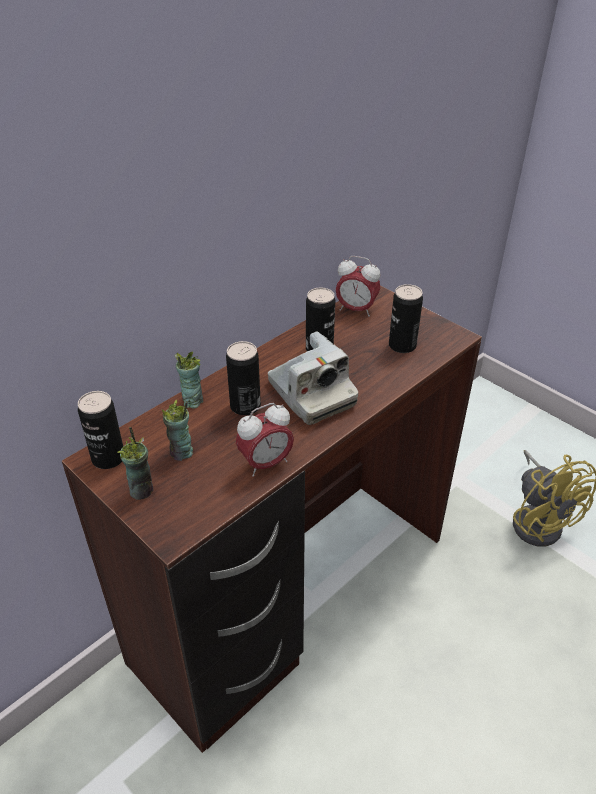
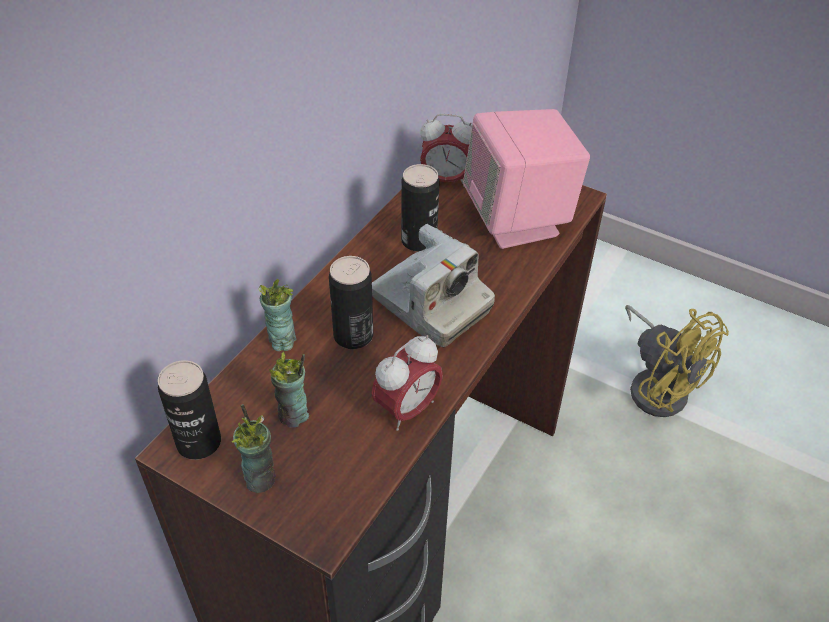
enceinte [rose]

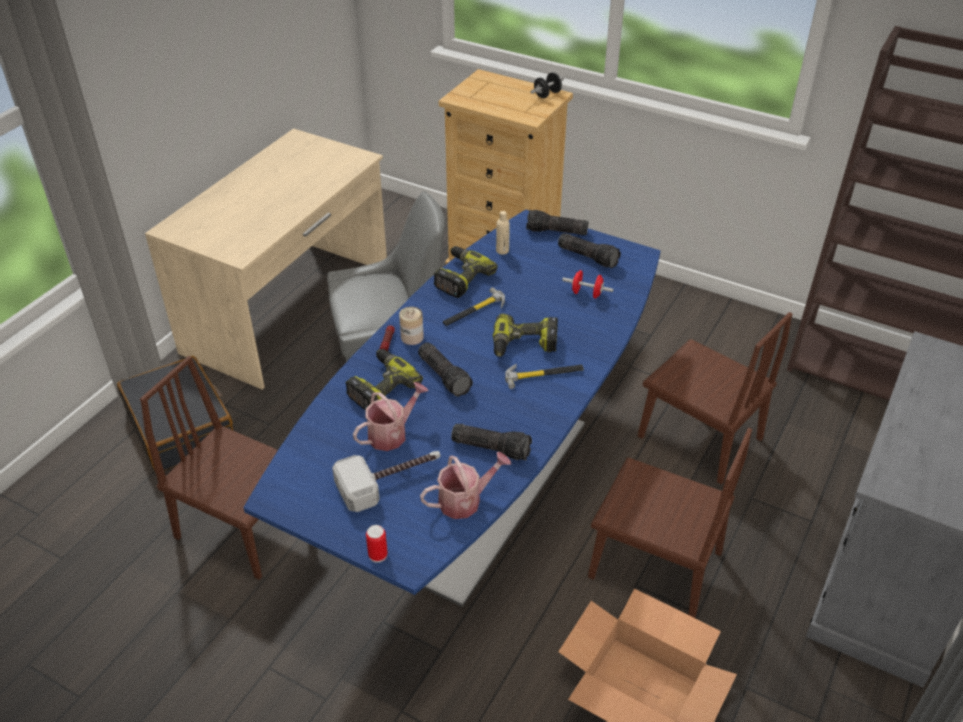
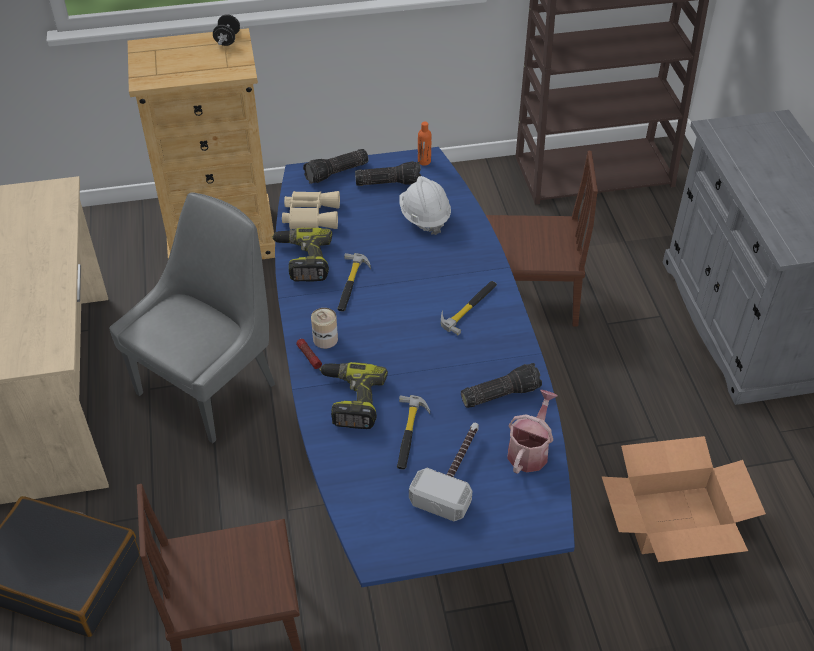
jumelles [beige]
marteau (2nd from left)
casque de chantier [blanc]
bouteille [orange]
boîte métallique (1st from left in the first image)
lampe de poche (2nd from left in the first image)
perceuse (3rd from left in the first image)
chaise [marron] (2nd from left in the first image)

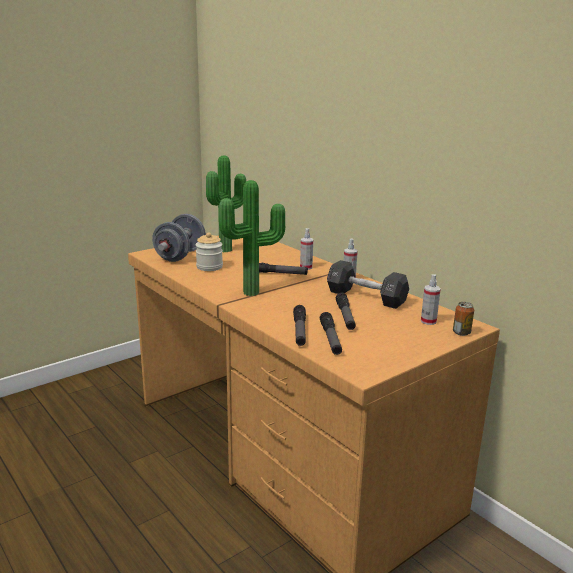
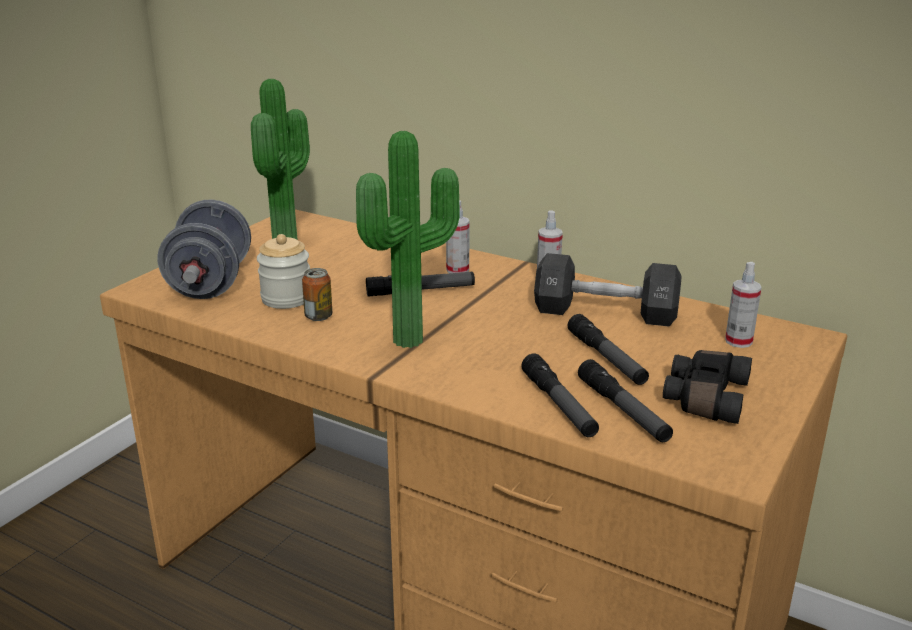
boîte métallique
jumelles [noir]

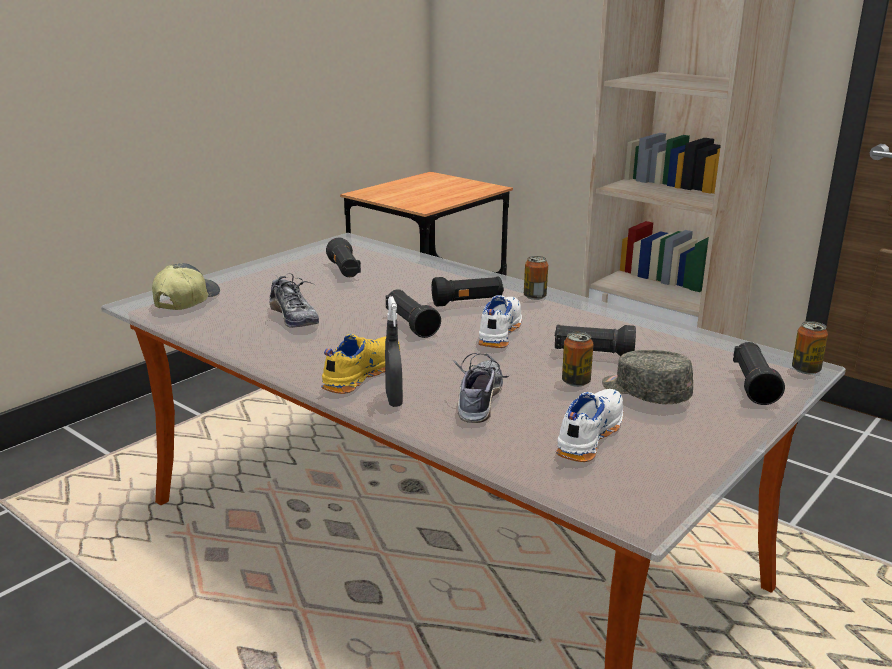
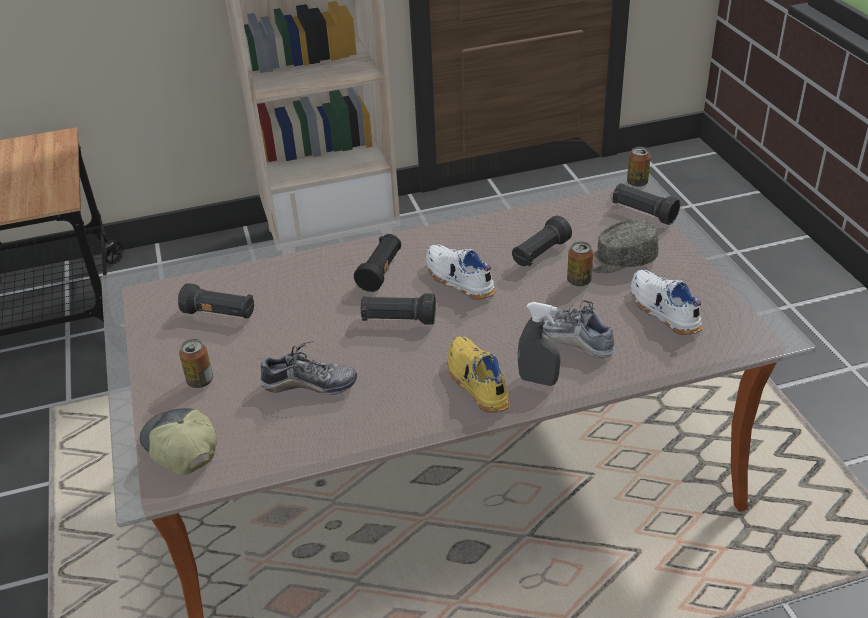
boîte métallique (1st from left)

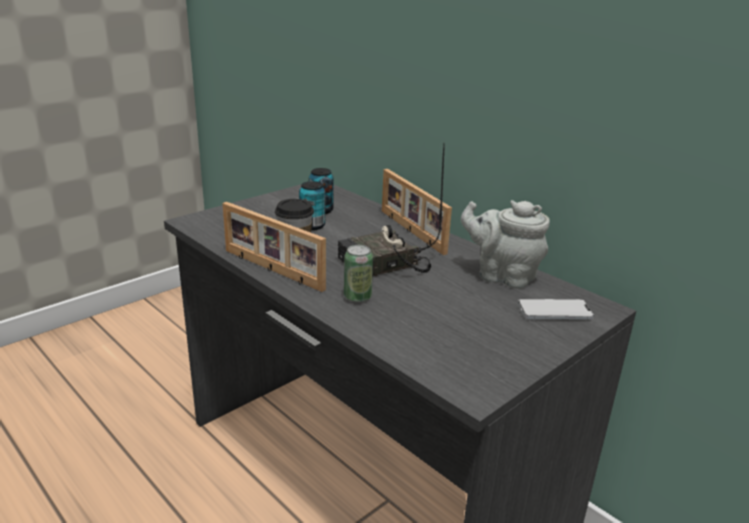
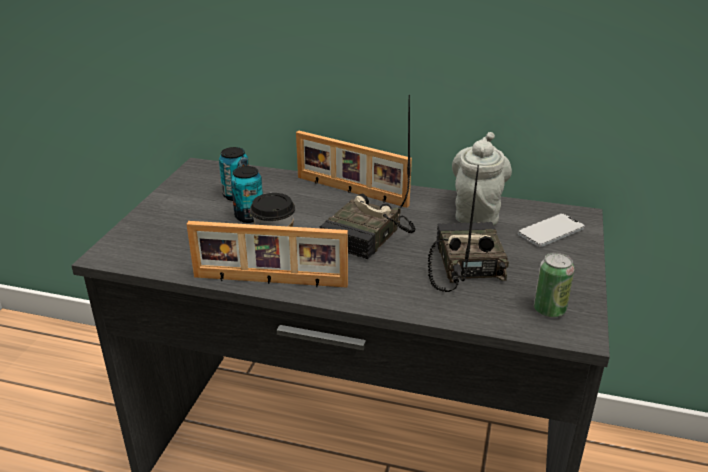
radio (2nd from left)
théière [gris]
boîte métallique (3rd from left)

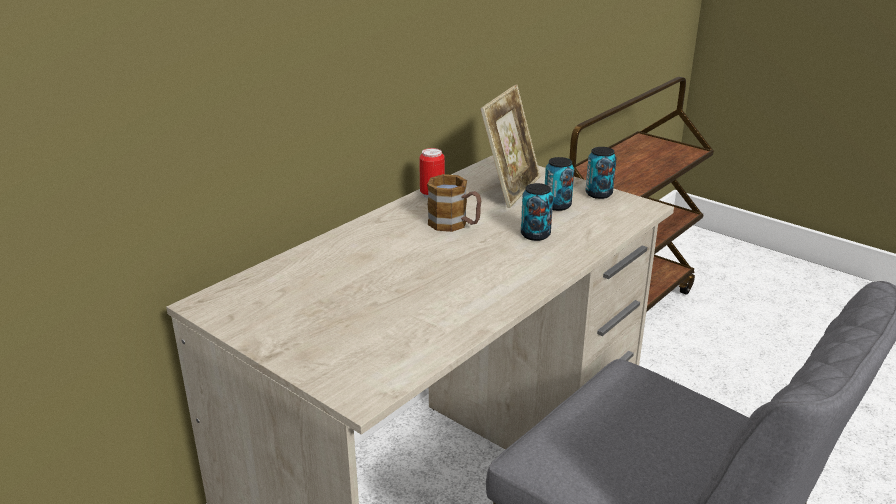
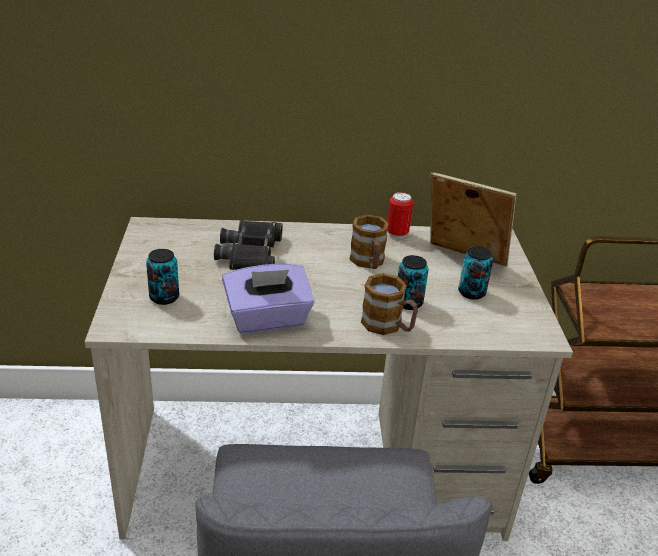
boîte métallique (1st from left)
jumelles [noir]
boîte à mouchoirs [violet]
mug (2nd from left)
cadre photo

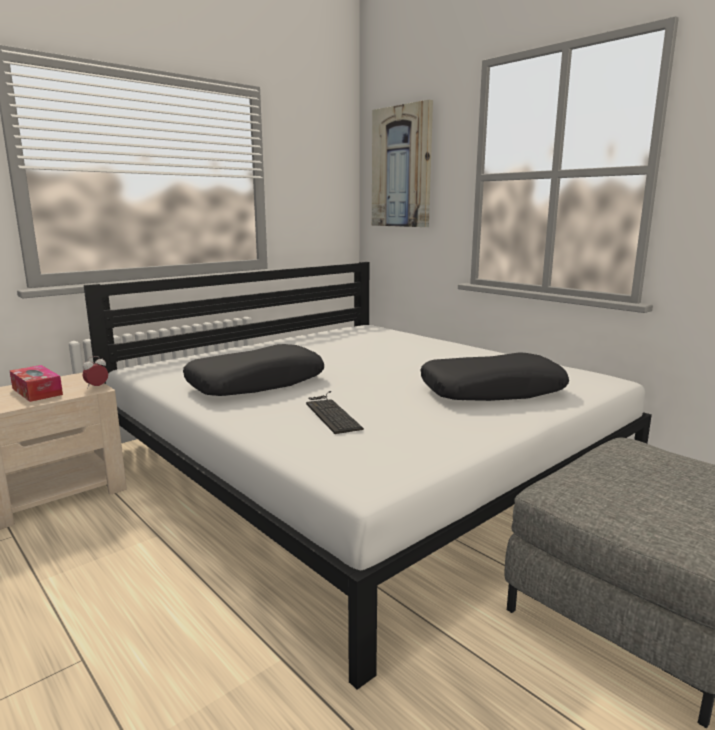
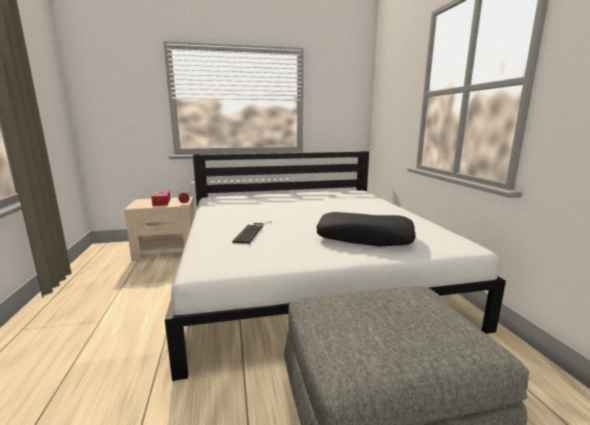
coussin [noir] (1st from left in the first image)
tableau

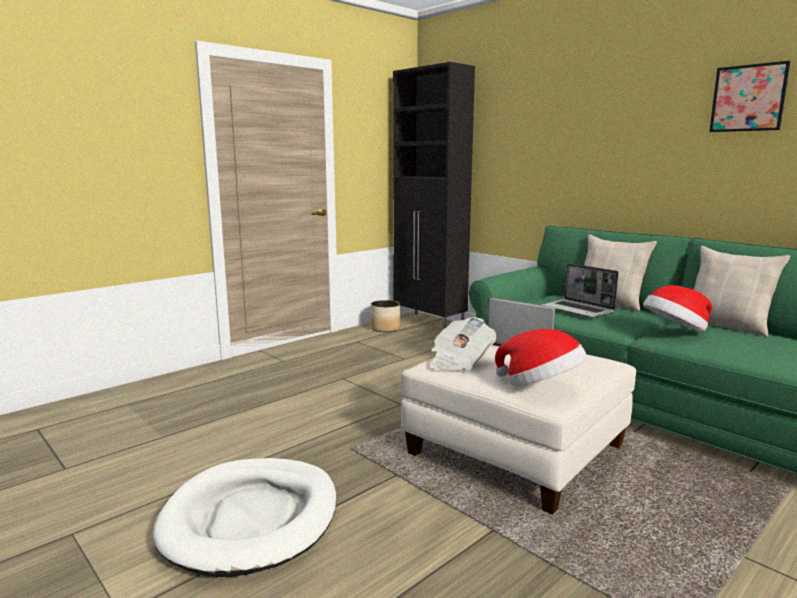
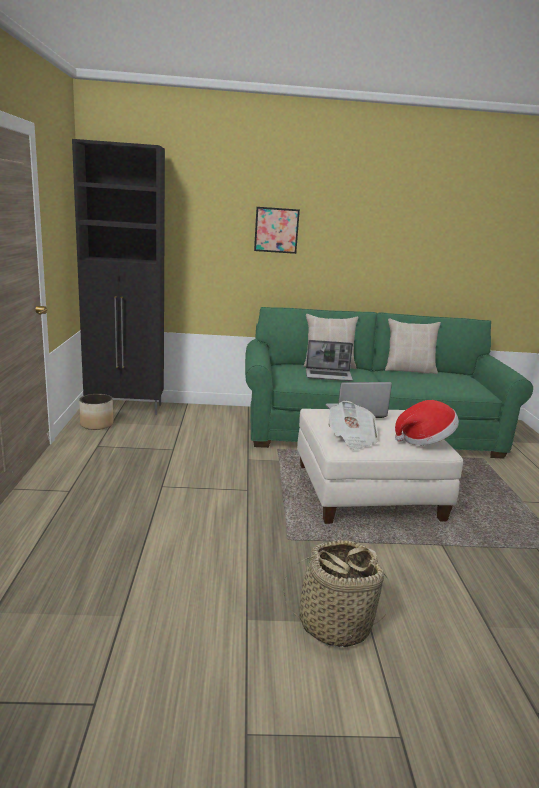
tableau
panier
chapeau (2nd from left in the first image)

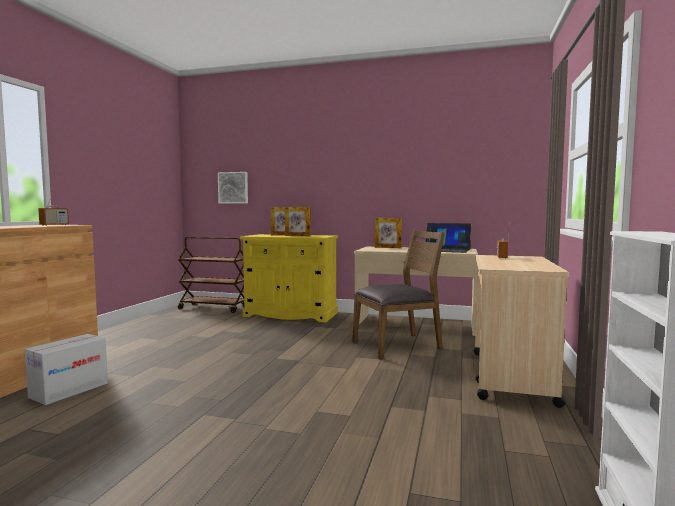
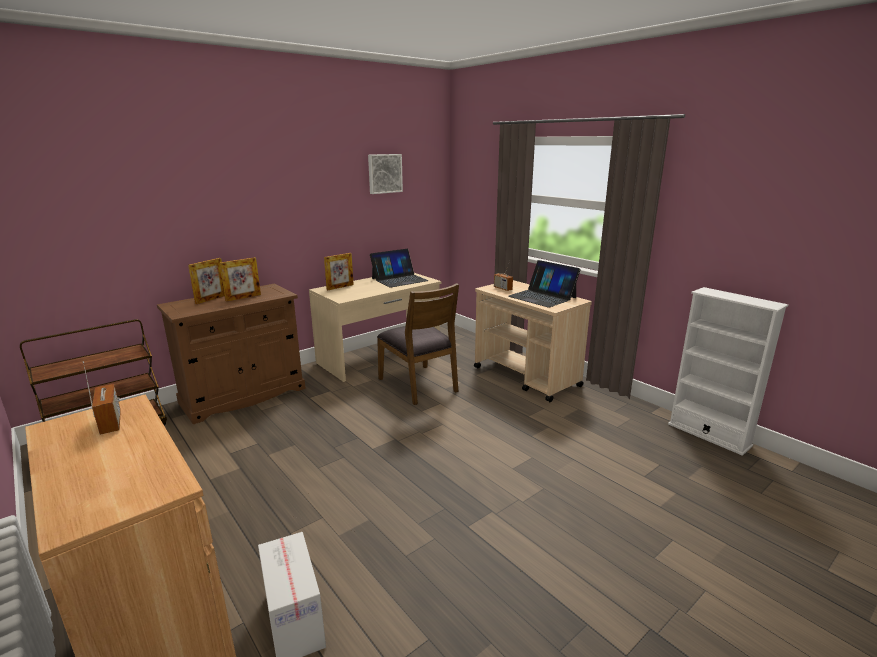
meuble de rangement [marron] (2nd from left)
tableau
chaise [marron]
ordinateur portable (2nd from left)

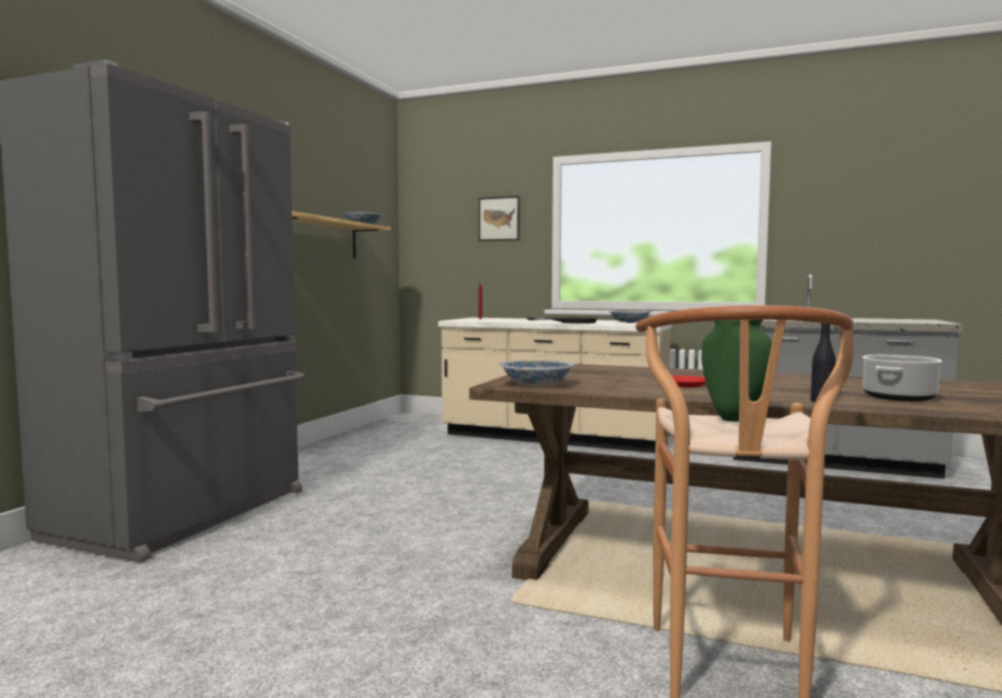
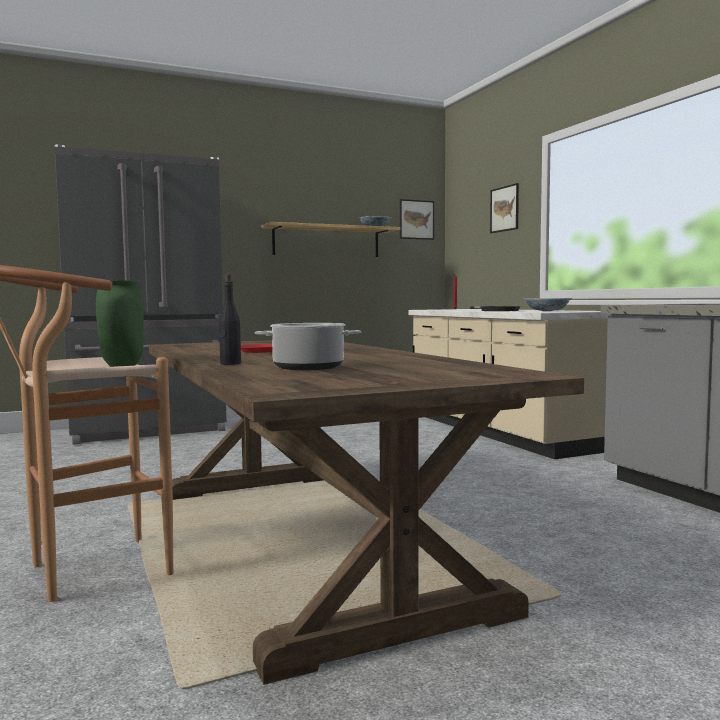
tableau (1st from left)
bol (2nd from left in the first image)

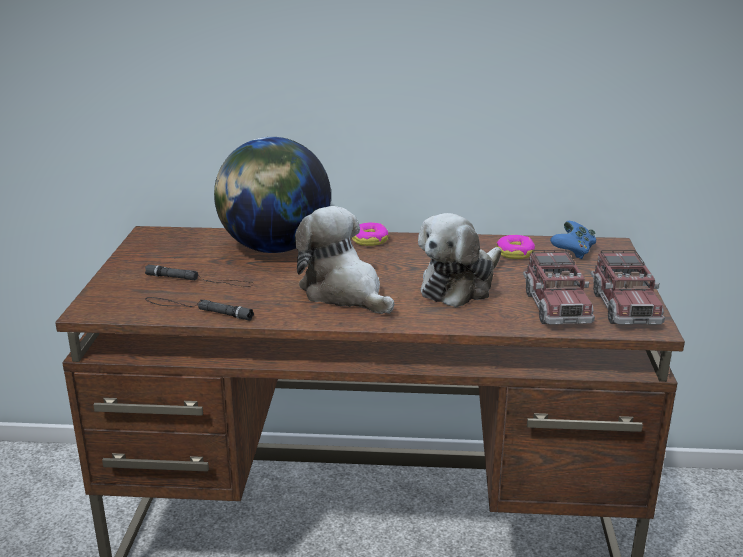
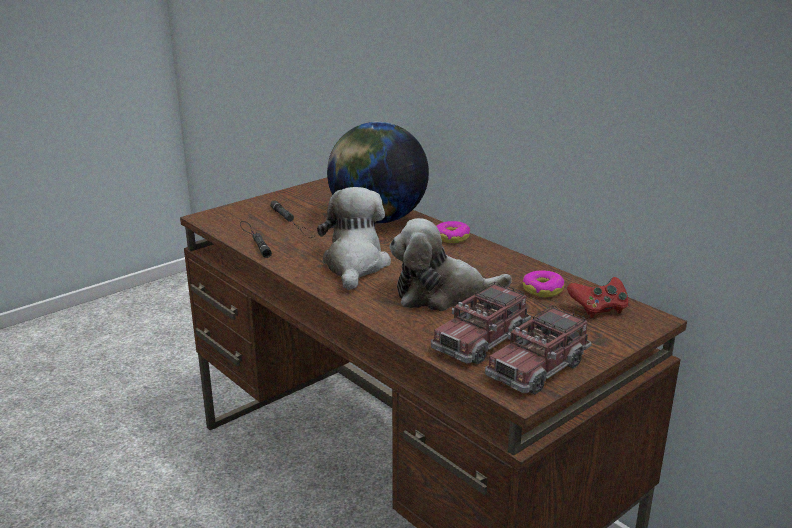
manette [rouge]

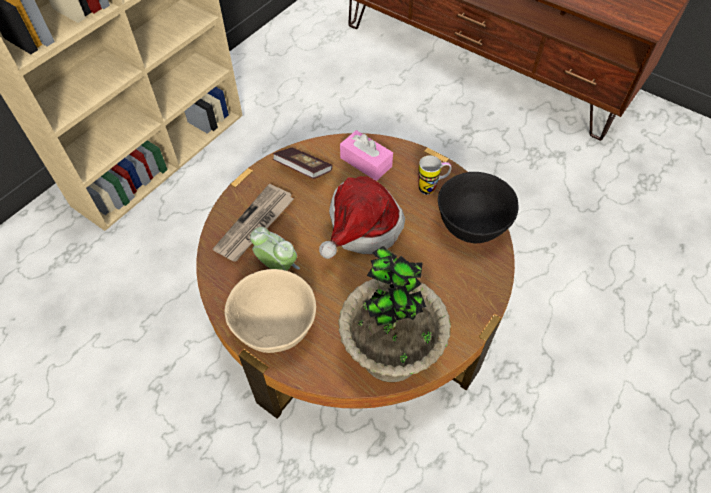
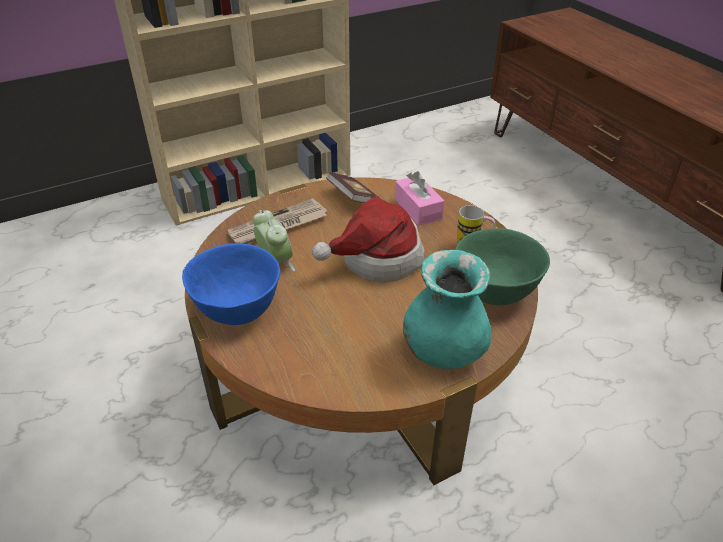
bol [bleu]
vase [turquoise]
bol [vert]
plante en pot

